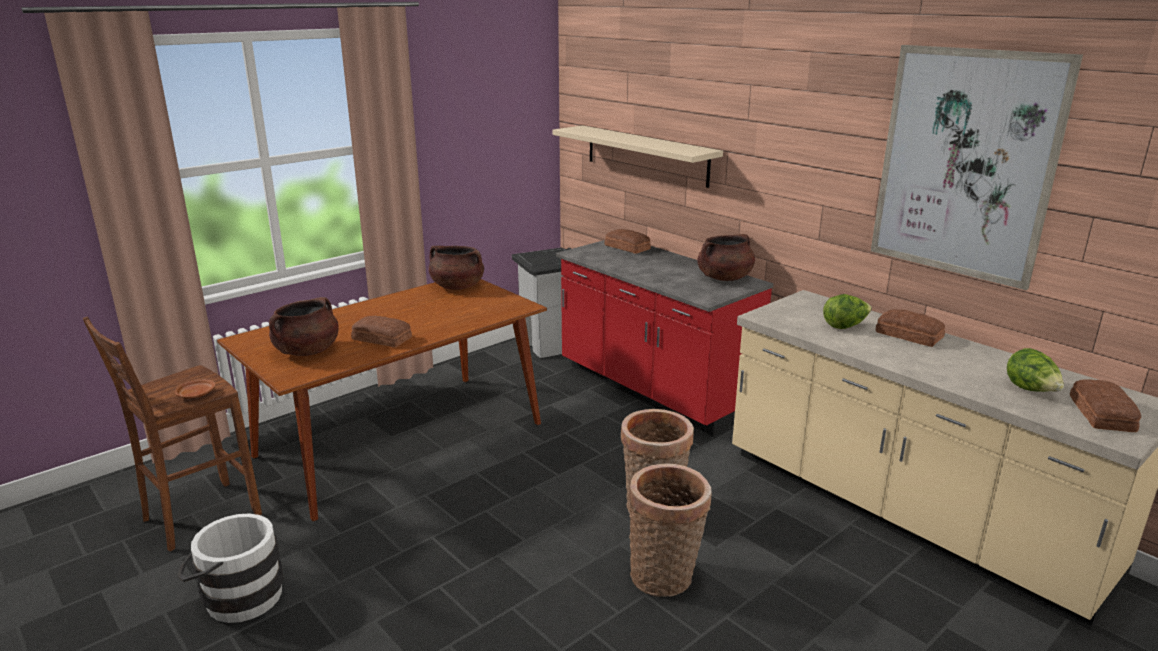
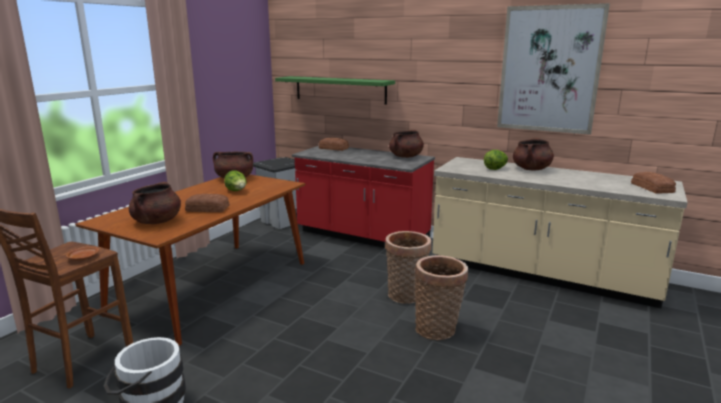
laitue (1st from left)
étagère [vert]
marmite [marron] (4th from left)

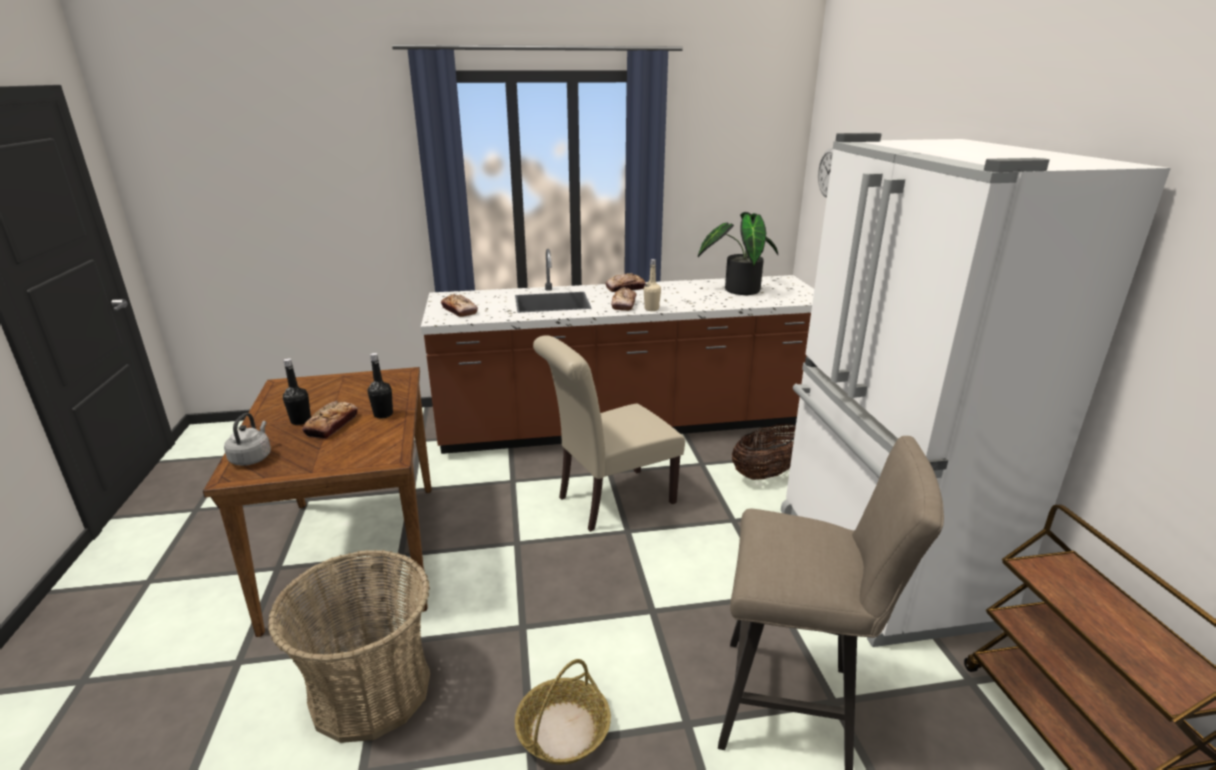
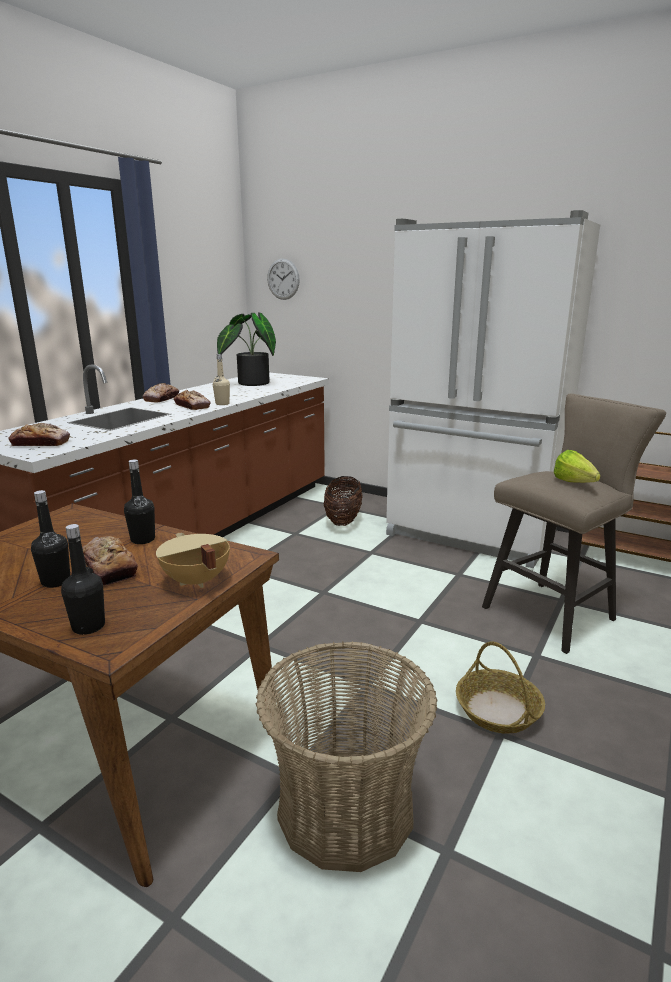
bouteille [noir] (2nd from left)
marmite [beige]
laitue
chaise [beige]

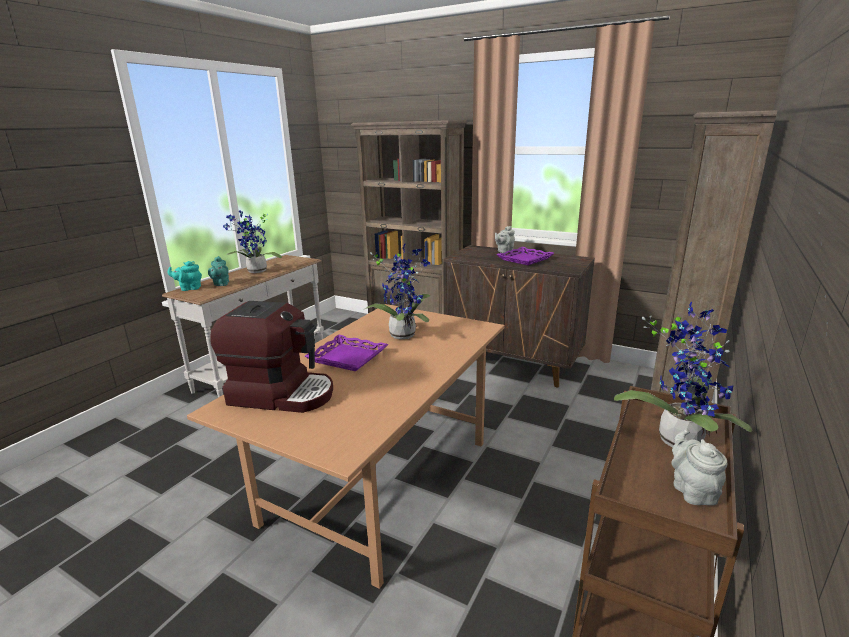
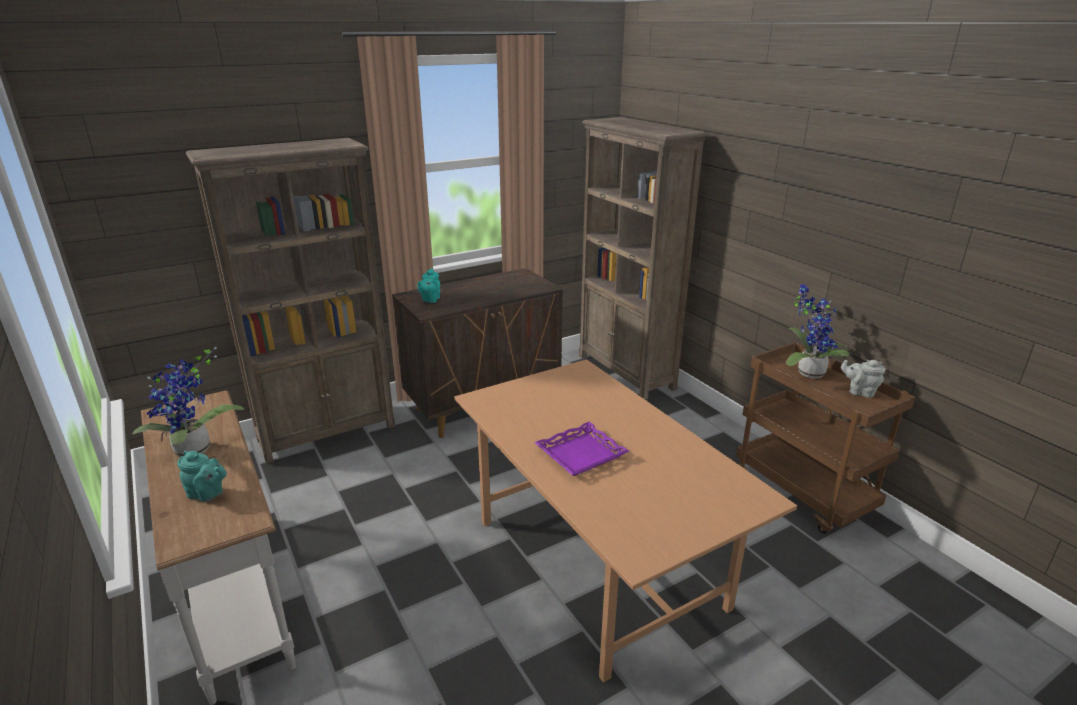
théière [turquoise] (2nd from left)
machine à café
plante en pot (2nd from left in the first image)
théière [gris] (1st from left in the first image)
plateau [violet] (2nd from left in the first image)

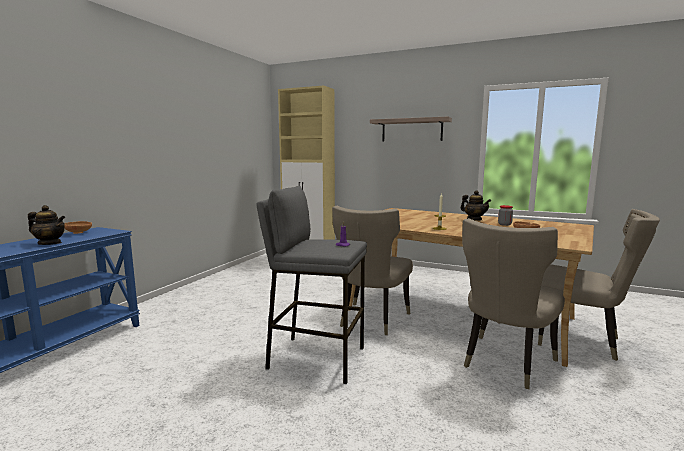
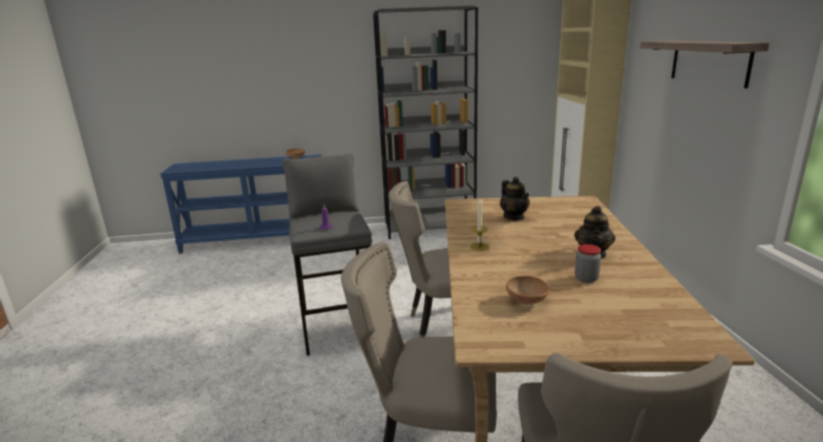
bibliothèque [gris]
théière (1st from left)

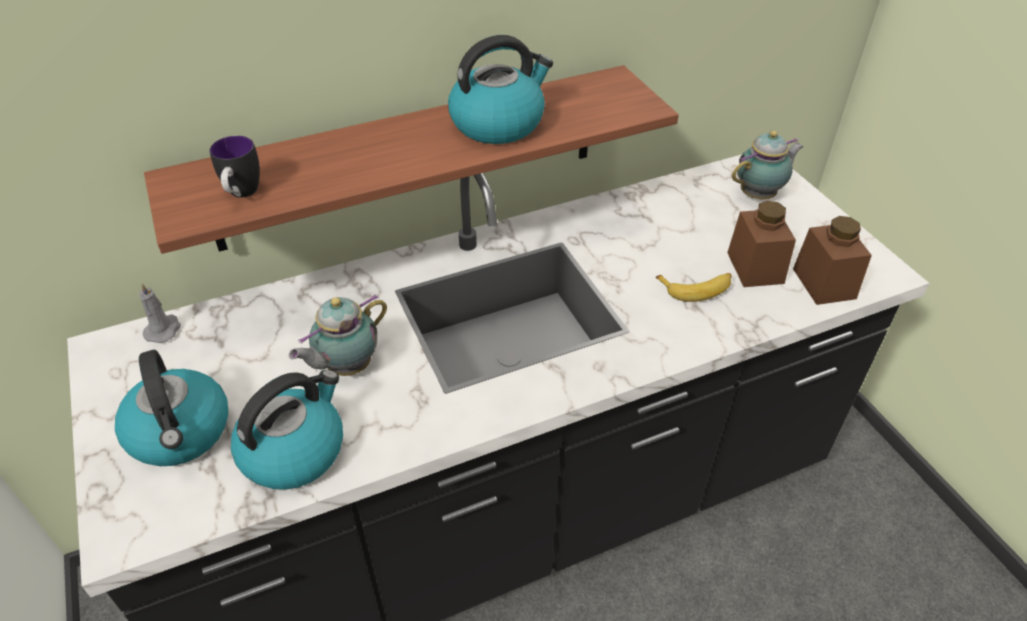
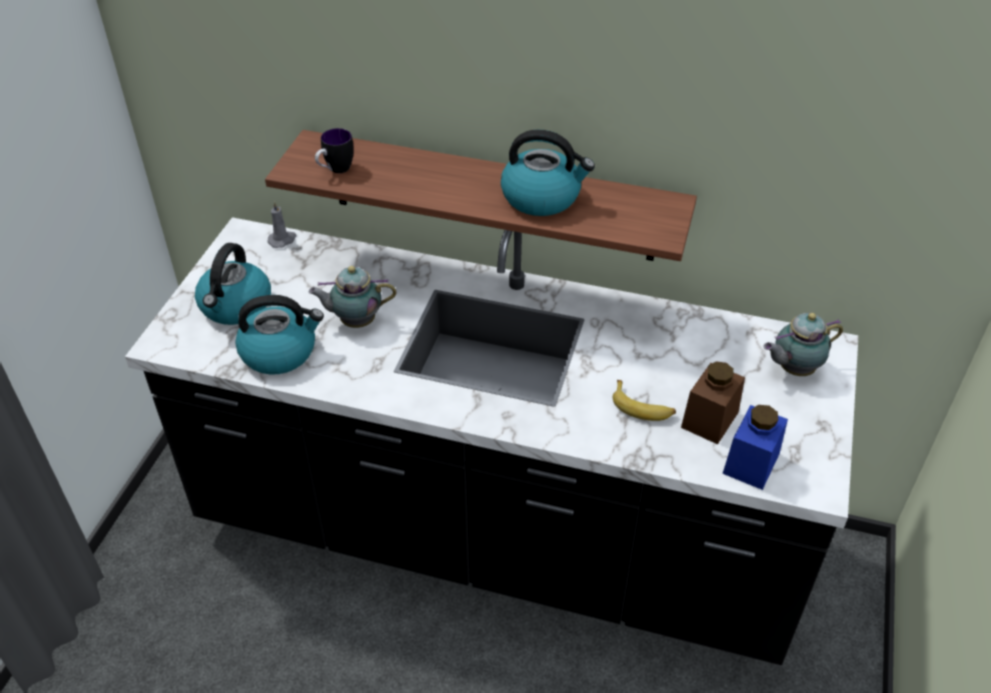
bocal [bleu]
théière (2nd from left)

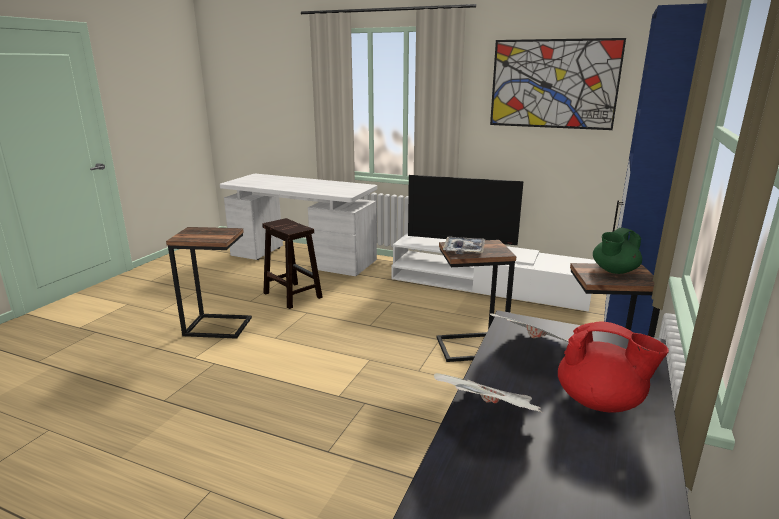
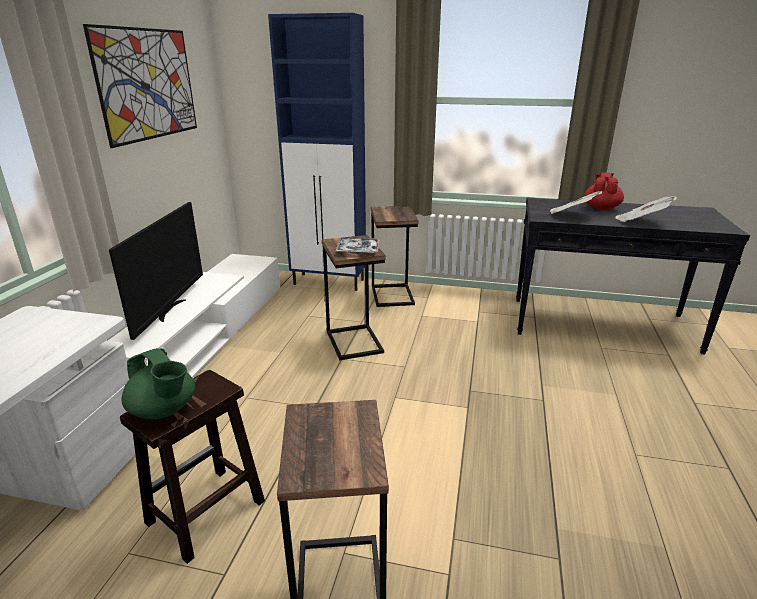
théière [vert]

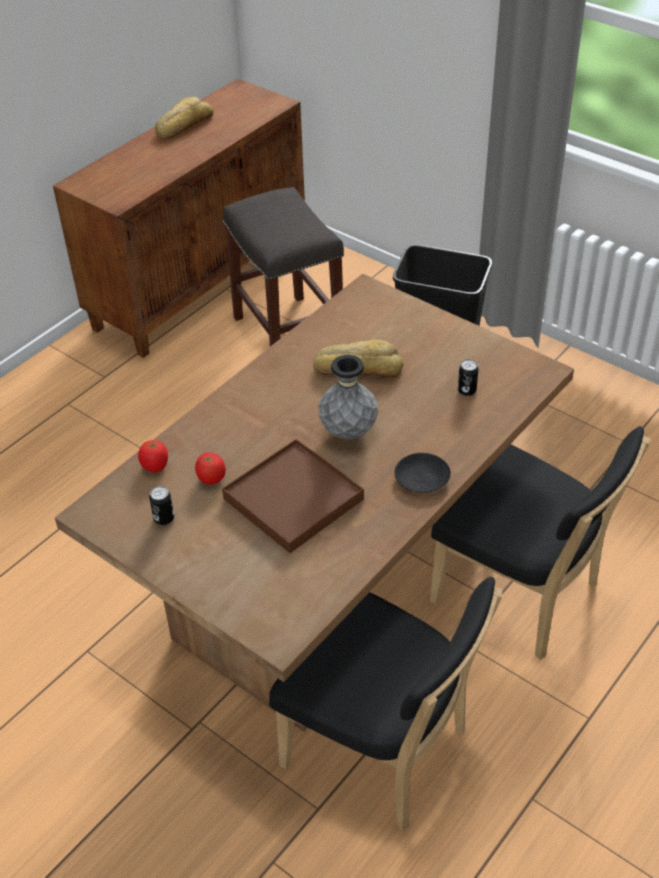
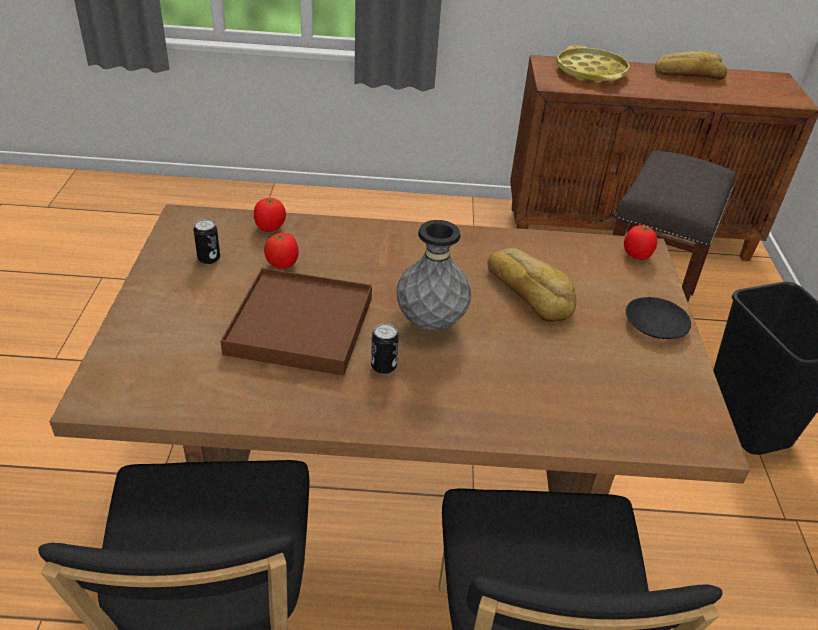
boîte métallique (2nd from left)
plateau [jaune]
tomate (3rd from left)
assiette [noir]

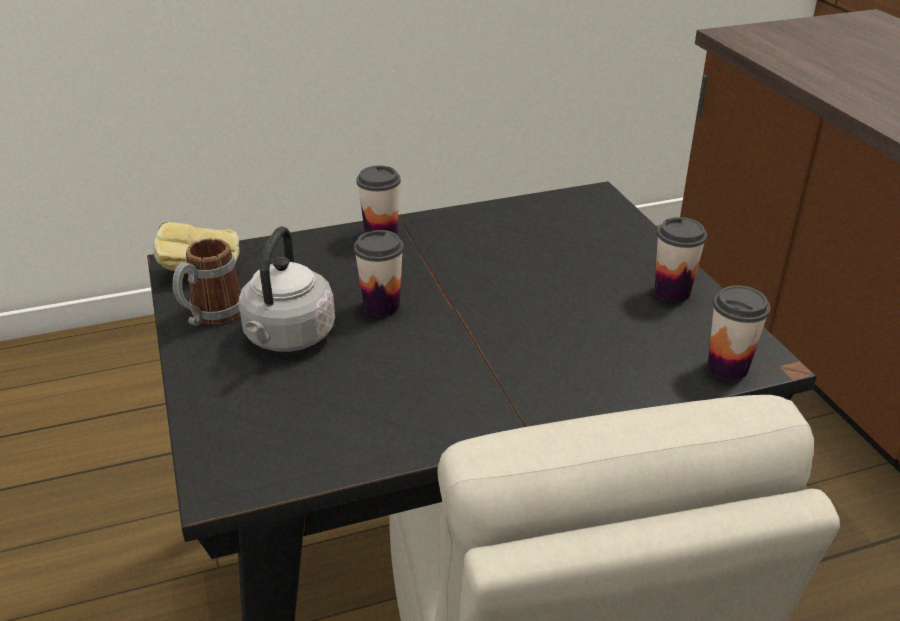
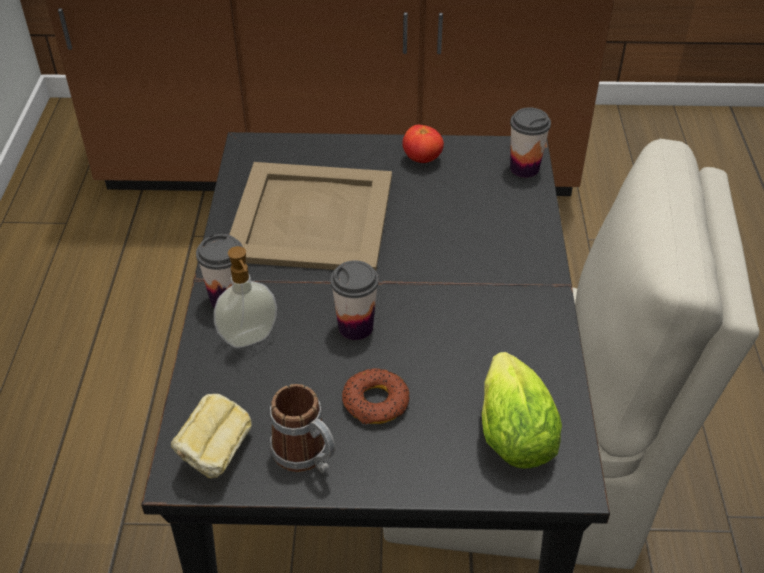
distributeur de savon
plateau [beige]
beignet
tomate
laitue

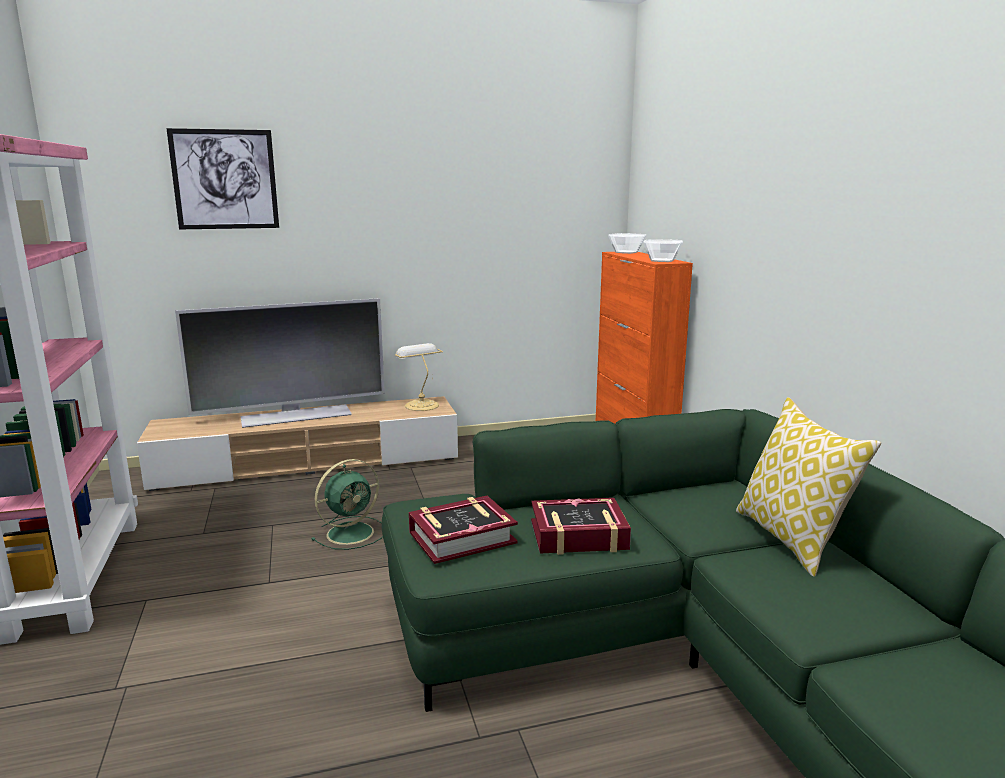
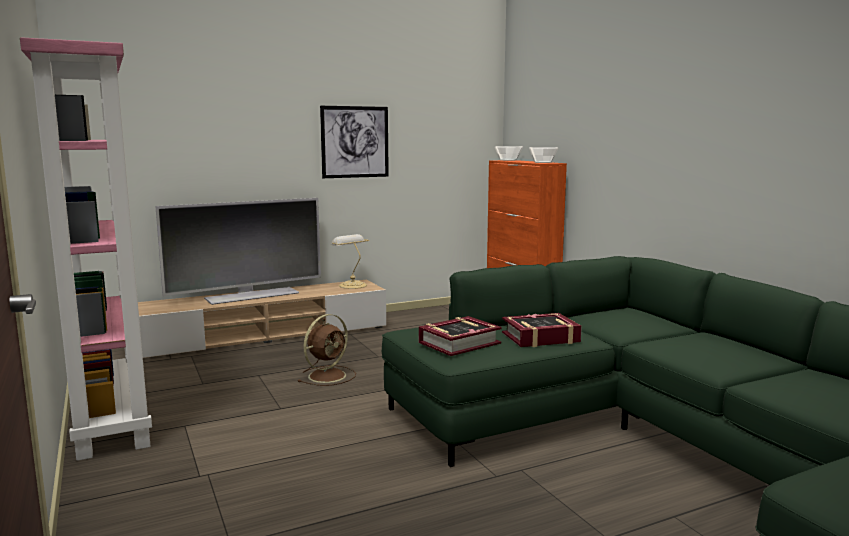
ventilateur [marron]
tableau
coussin

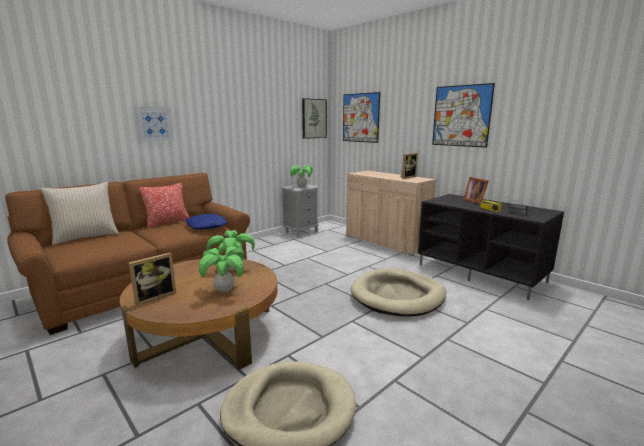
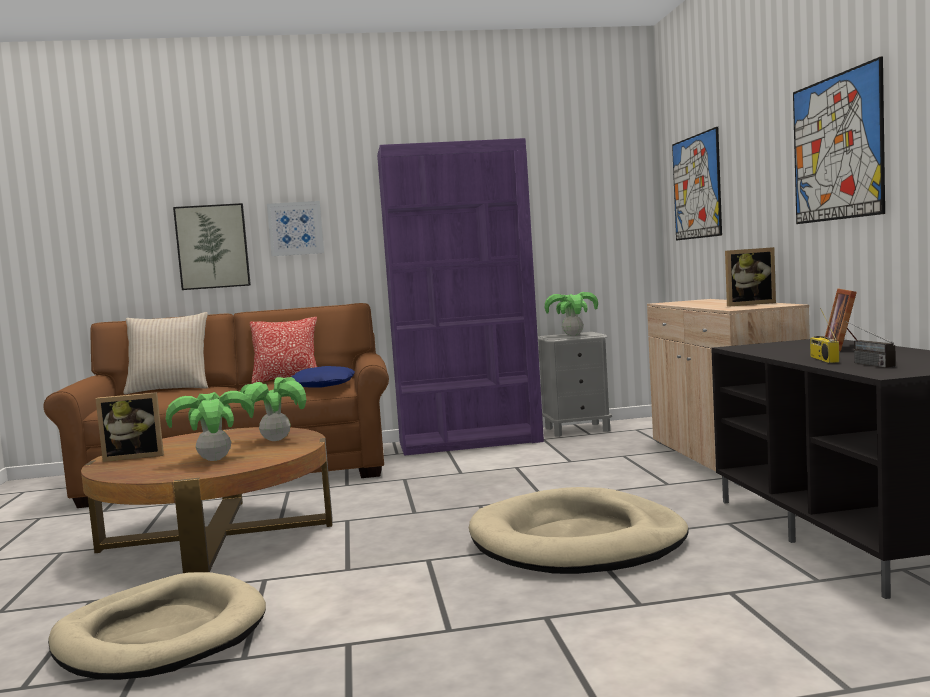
tableau (1st from left)
bibliothèque [violet]

